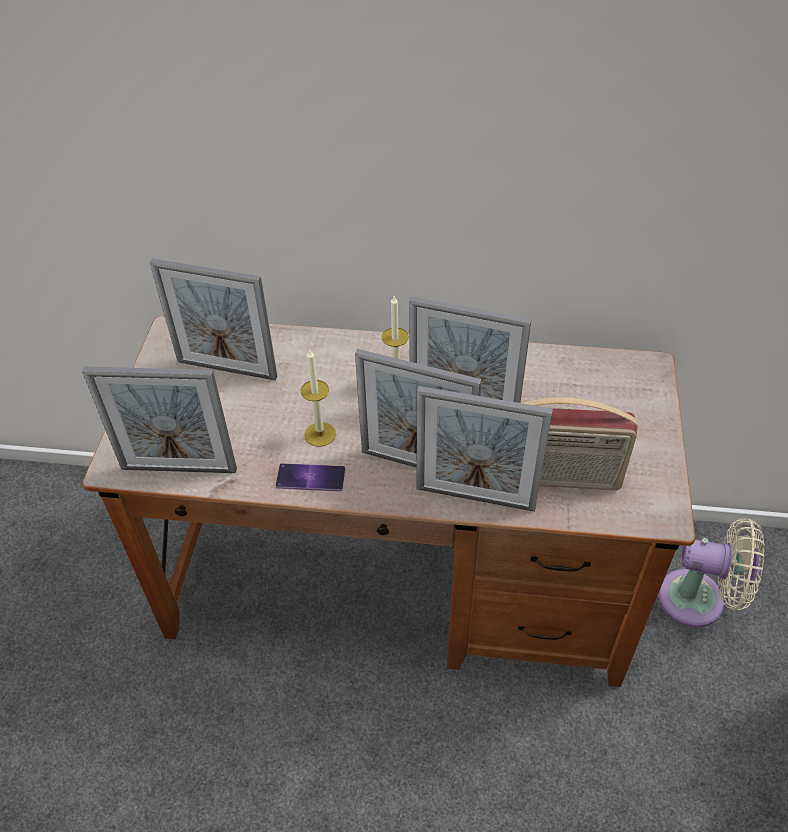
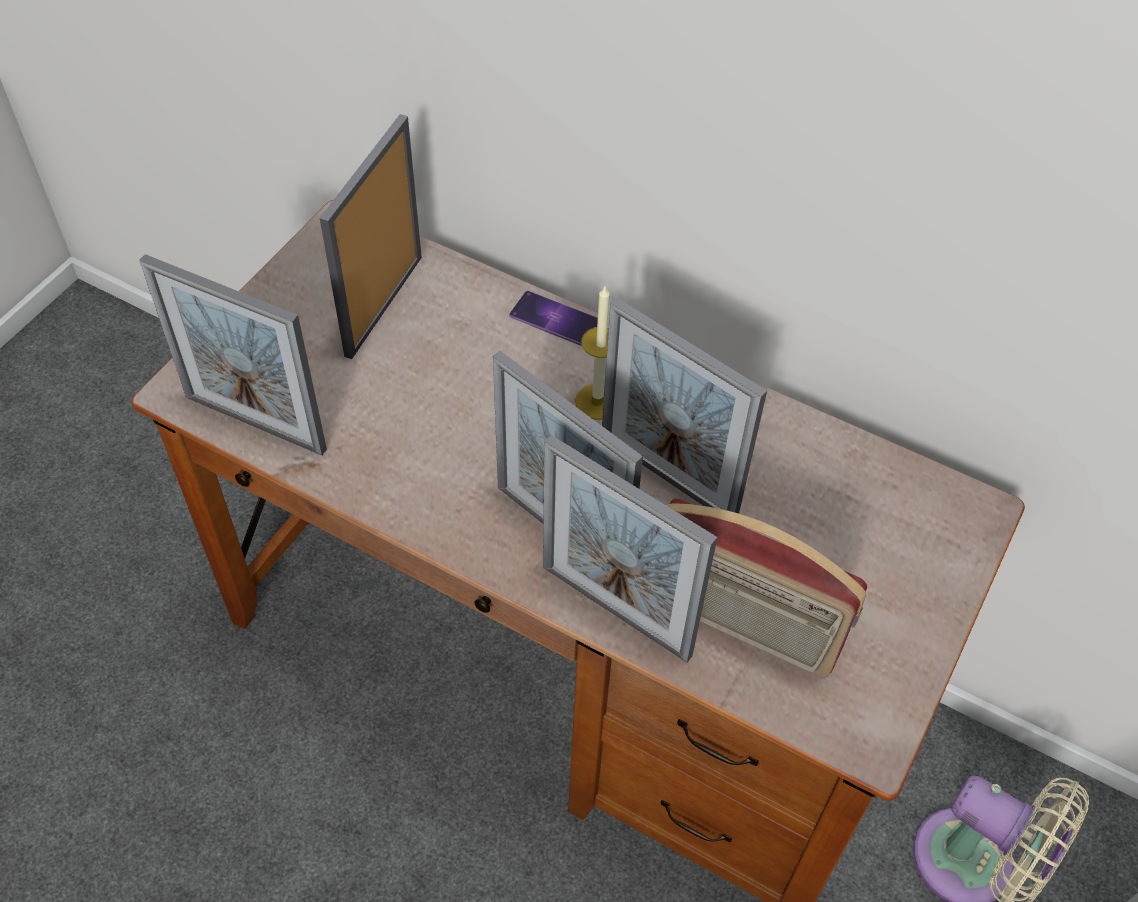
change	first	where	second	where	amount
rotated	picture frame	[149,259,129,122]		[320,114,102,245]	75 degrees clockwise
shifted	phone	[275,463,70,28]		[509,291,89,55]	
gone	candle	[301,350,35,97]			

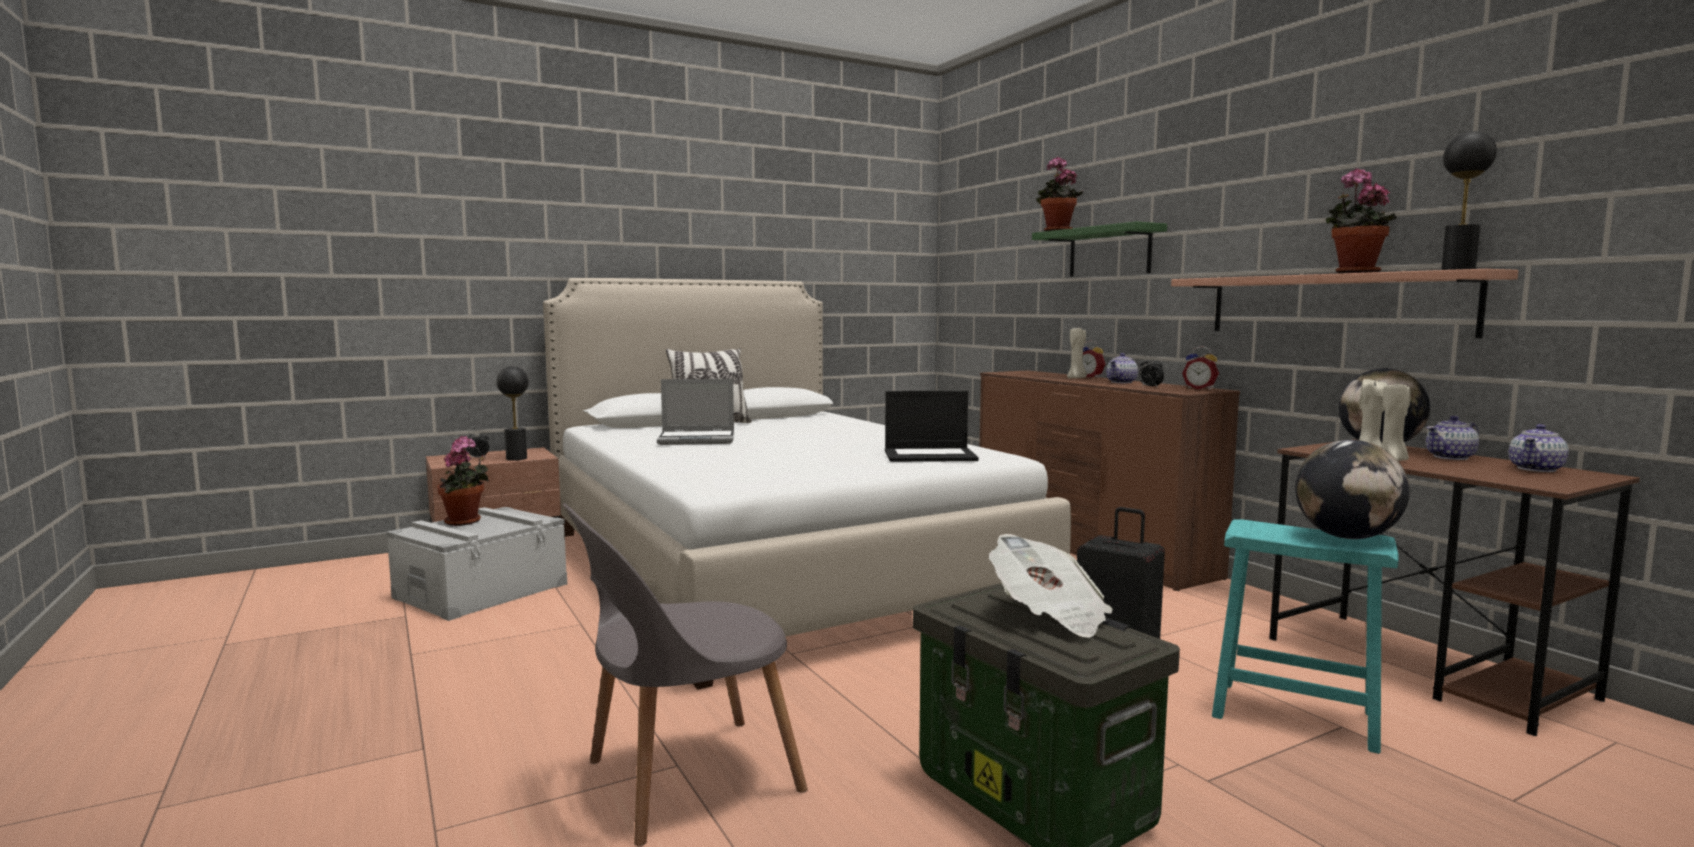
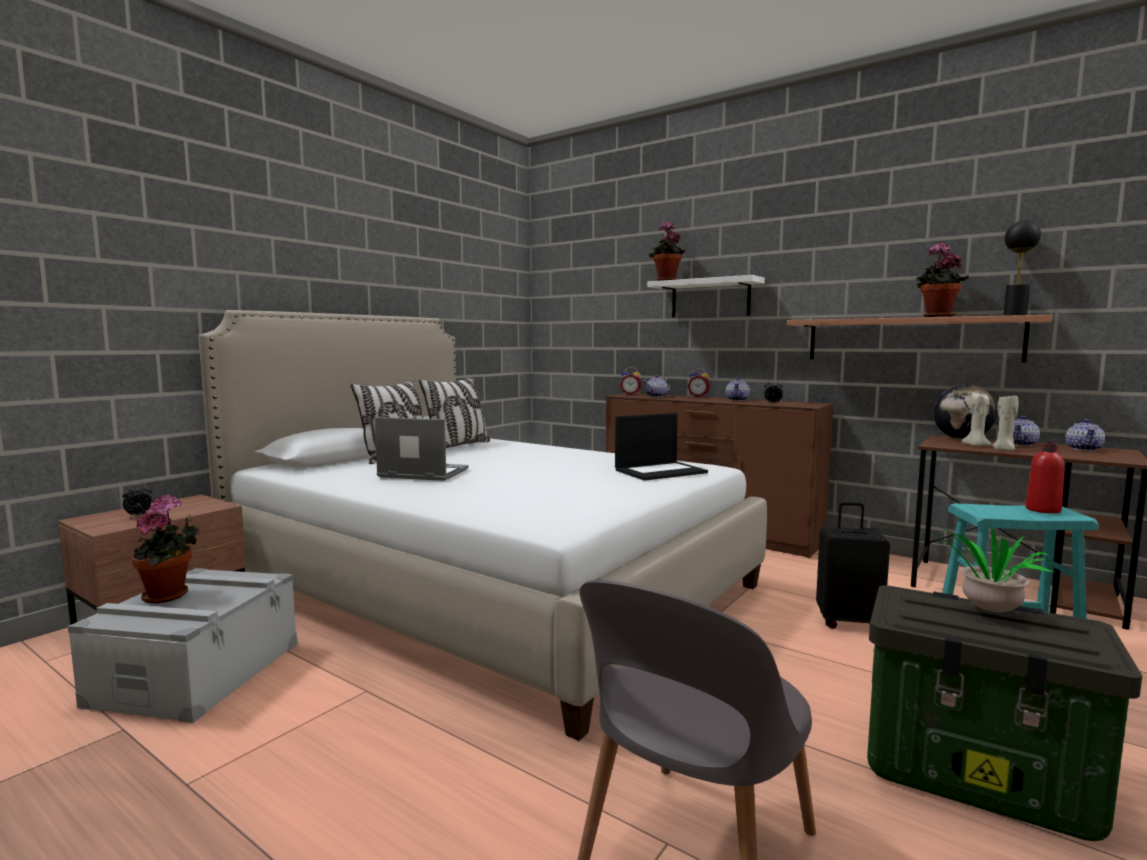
change	first	where	second	where	amount
rotated	laptop	[657,379,77,66]		[375,417,93,64]	135 degrees counterclockwise
new			pillow	[419,378,71,70]	
shifted	alarm clock	[1182,346,37,44]		[620,367,22,28]	
new			teapot	[643,375,28,22]	
repainted	green shelf	[1032,222,135,55]	white shelf	[647,275,118,42]	
swapped	newspaper	[989,534,124,104]	potted plant	[929,526,126,87]	
swapped	globe	[1295,440,115,99]	red bottle	[1025,442,39,72]	
gone	black table lamp	[496,366,33,95]			
gone	beige candle	[1067,328,20,50]			

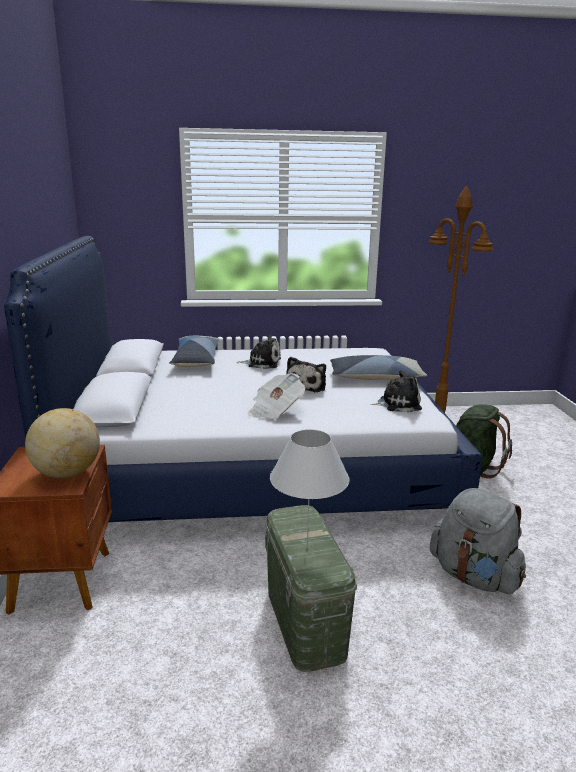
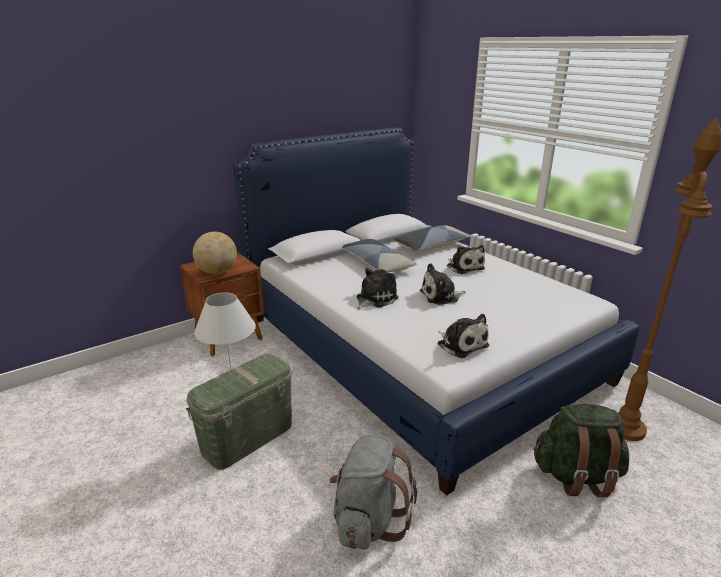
change	first	where	second	where	amount
shifted	pillow	[330,355,97,25]		[342,239,75,33]	
swapped	newspaper	[248,373,57,46]	plush toy	[357,268,42,42]	

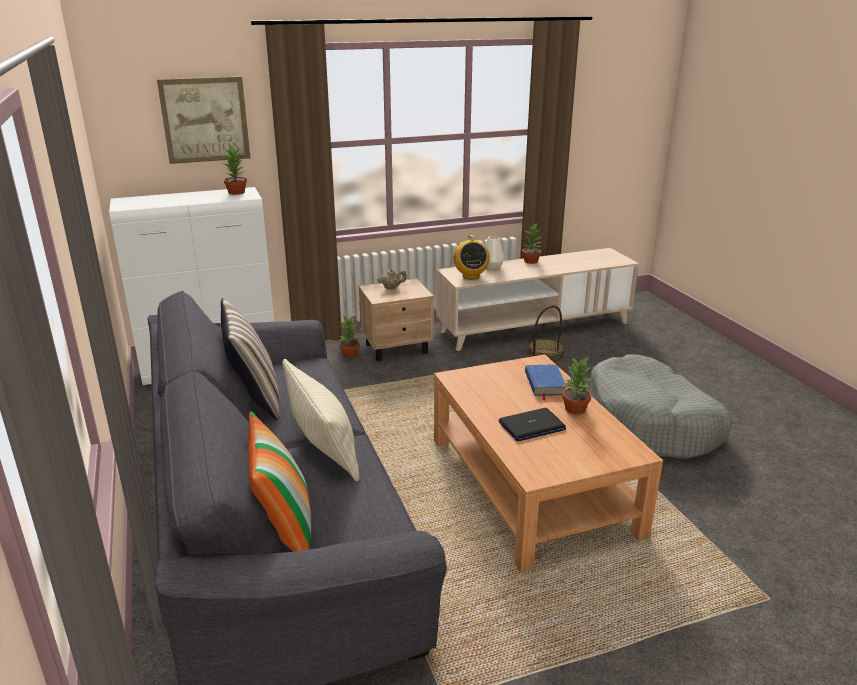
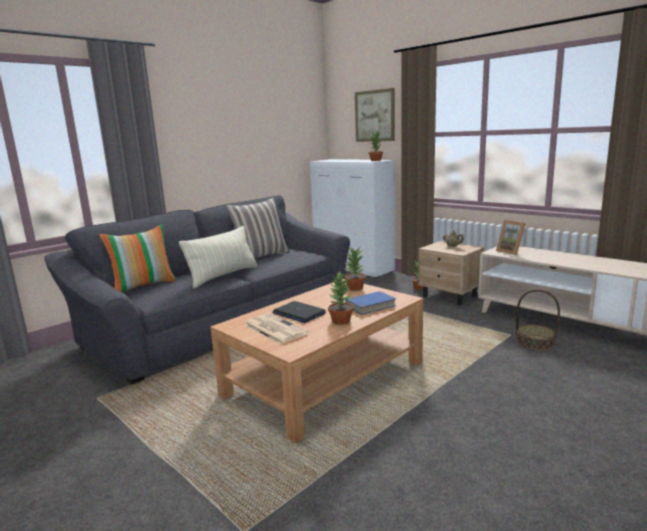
change	first	where	second	where	amount
new			newspaper	[244,313,65,32]	
shifted	potted plant	[522,223,19,41]		[345,247,21,43]	
swapped	radio	[454,235,36,45]	picture frame	[496,220,30,35]	
gone	white vase	[485,236,20,34]			
gone	grey dog bed	[590,354,142,105]			

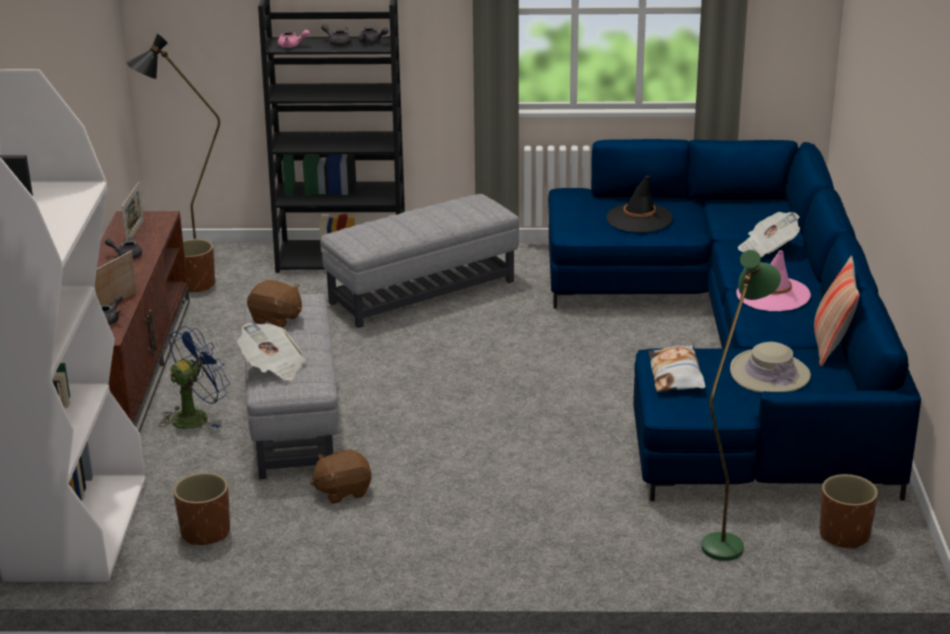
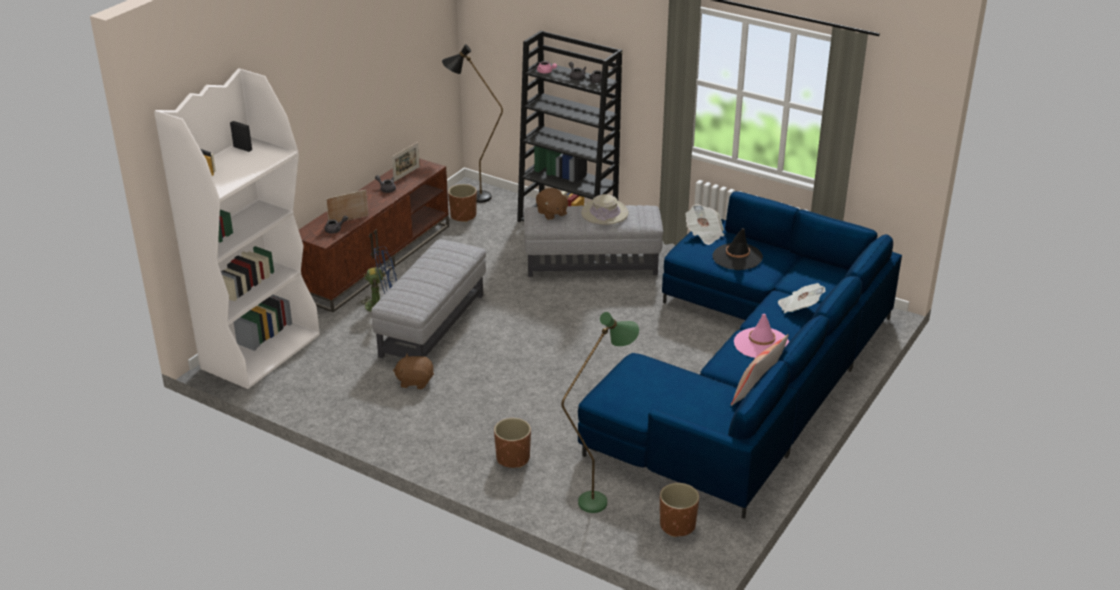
change	first	where	second	where	amount
shifted	brown planter	[173,472,57,74]		[494,418,37,50]	
shifted	brown plush toy	[247,280,55,48]		[536,188,33,32]	
shifted	beige hat	[730,342,81,51]		[581,194,48,31]	
shifted	newspaper	[237,323,69,58]		[685,204,39,41]	
gone	pillow	[648,345,58,47]			

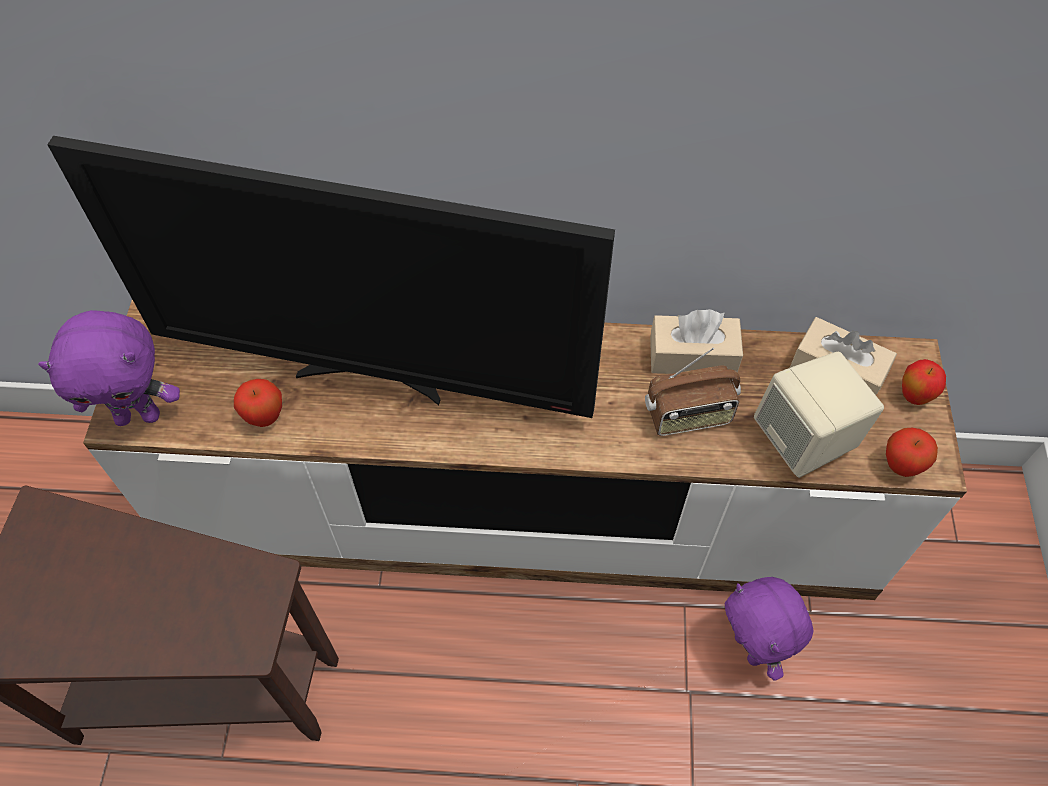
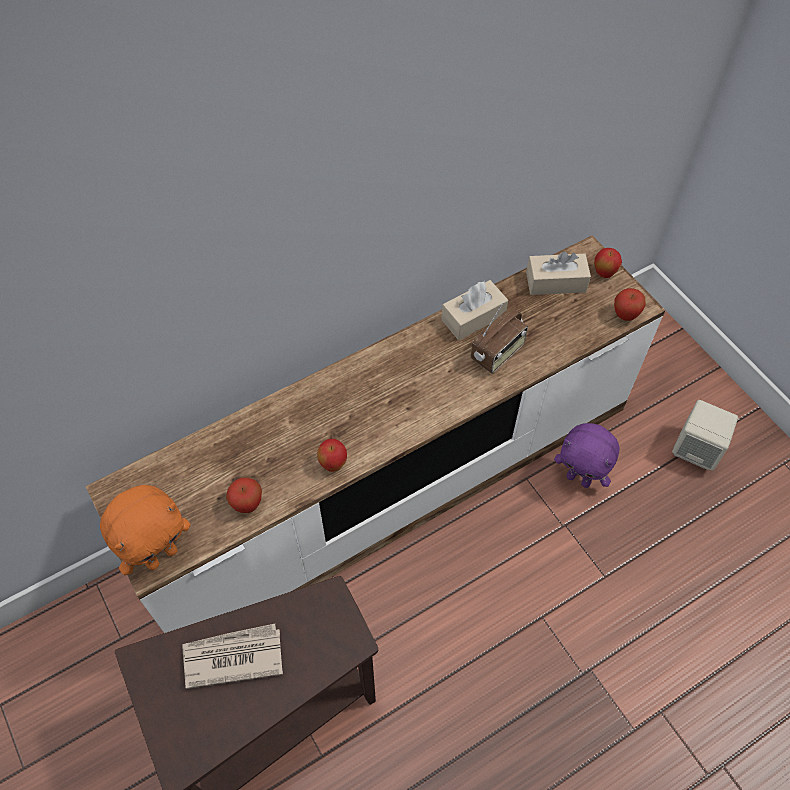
change	first	where	second	where	amount
repainted	purple plush toy	[38,310,142,116]	orange plush toy	[100,485,90,90]	
new			newspaper	[183,624,100,65]	
new			apple	[317,438,30,34]	
shifted	beige speaker	[754,351,130,127]		[672,400,66,71]	
gone	television	[47,136,568,282]			

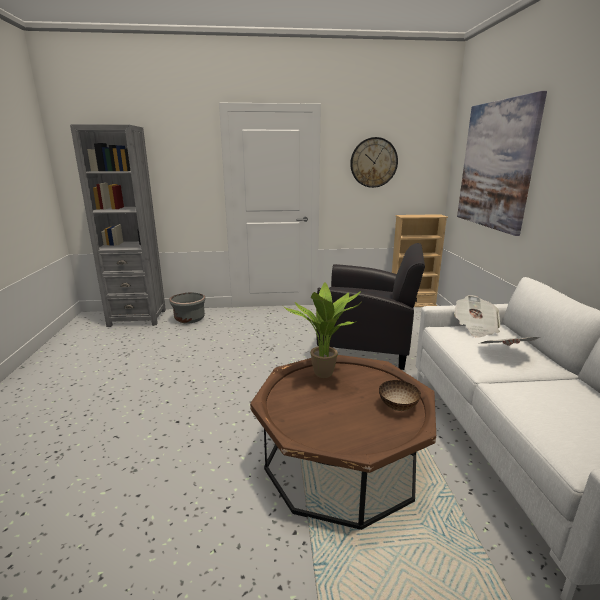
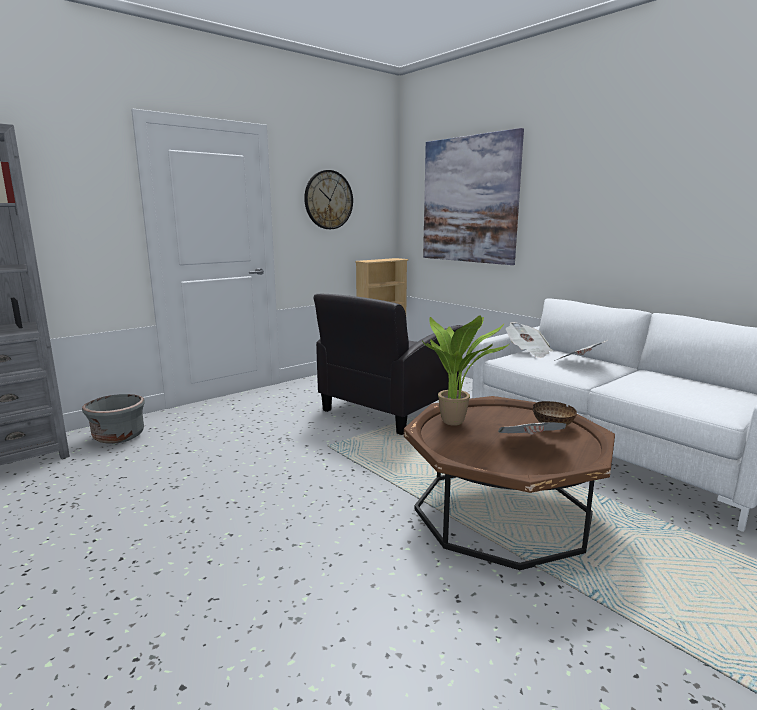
change	first	where	second	where	amount
rotated	black armchair	[316,243,109,127]		[314,294,149,141]	150 degrees clockwise
new			newspaper	[498,422,68,13]	

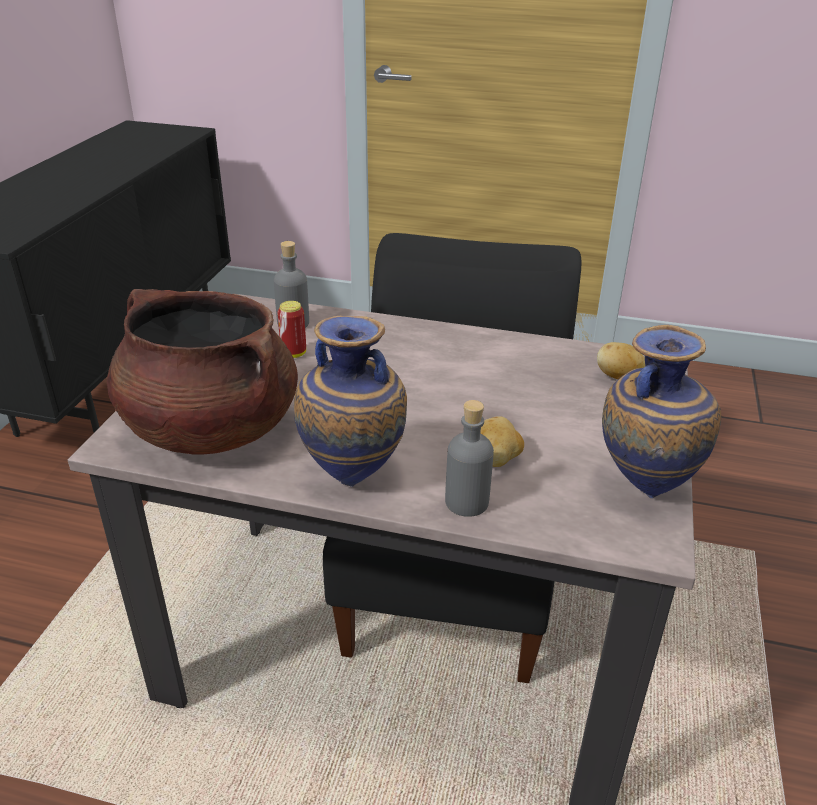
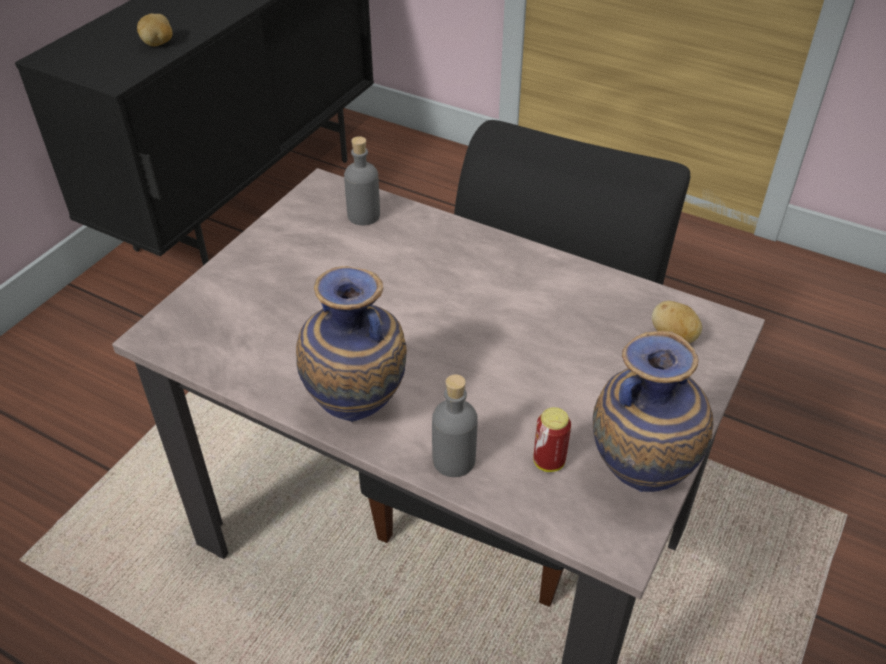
change	first	where	second	where	amount
shifted	potato	[480,416,44,51]		[137,13,36,33]	
shifted	can	[277,301,29,57]		[533,407,38,65]	
gone	brown cooking pot	[107,289,191,166]			

